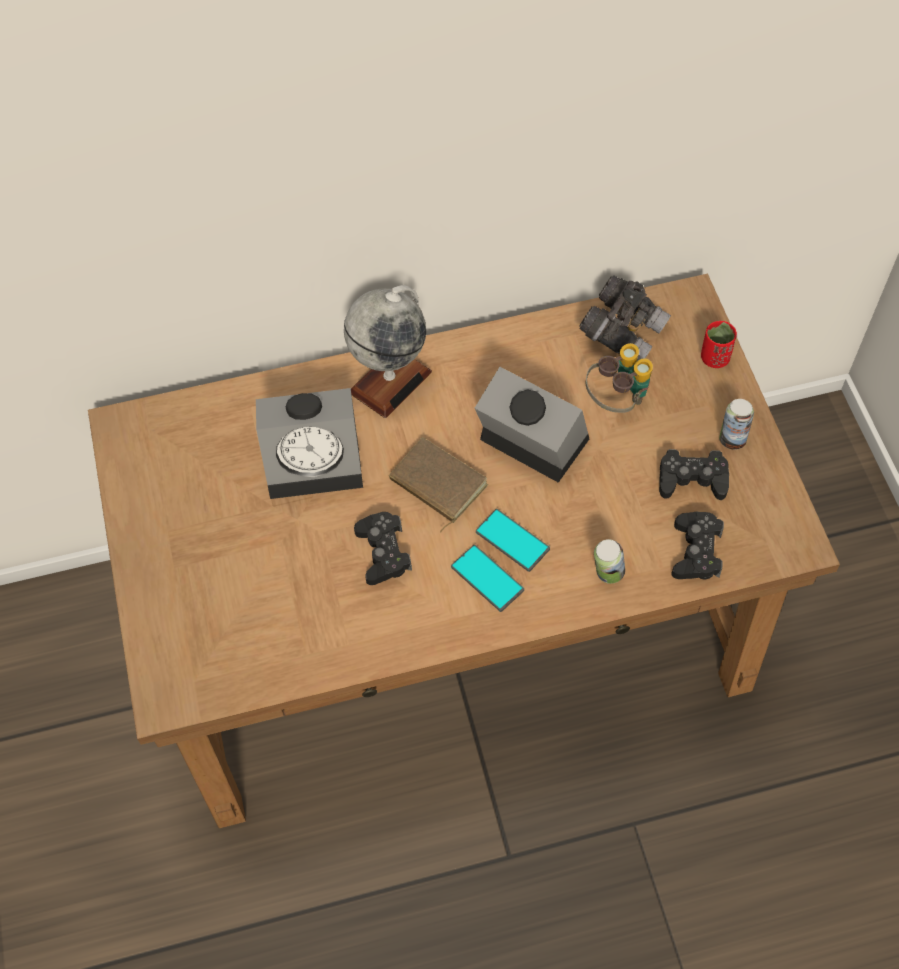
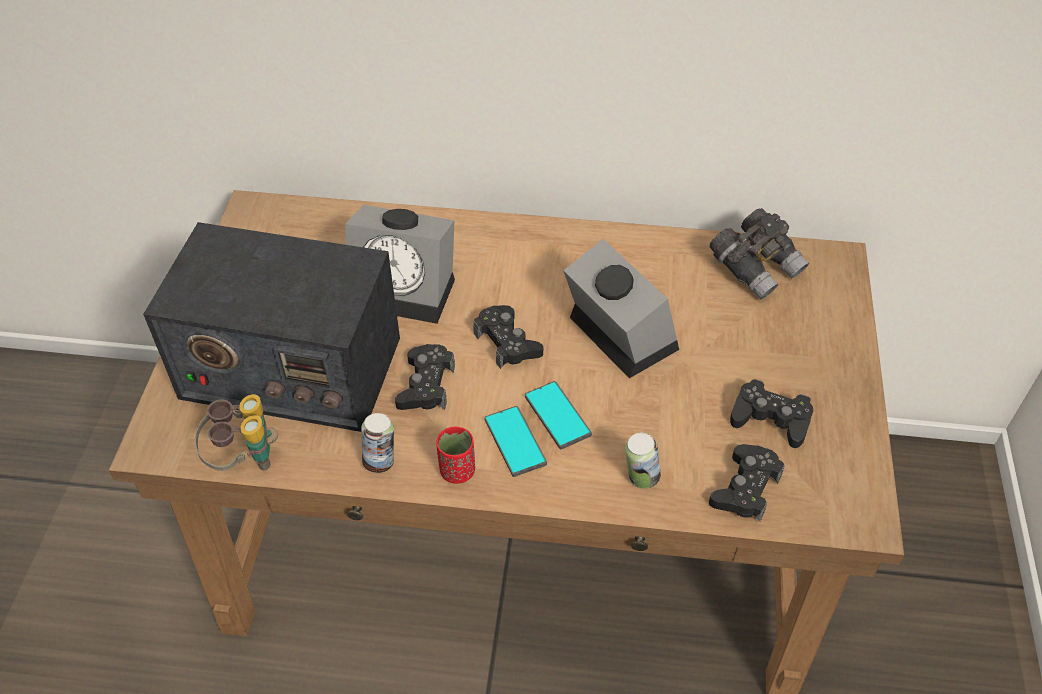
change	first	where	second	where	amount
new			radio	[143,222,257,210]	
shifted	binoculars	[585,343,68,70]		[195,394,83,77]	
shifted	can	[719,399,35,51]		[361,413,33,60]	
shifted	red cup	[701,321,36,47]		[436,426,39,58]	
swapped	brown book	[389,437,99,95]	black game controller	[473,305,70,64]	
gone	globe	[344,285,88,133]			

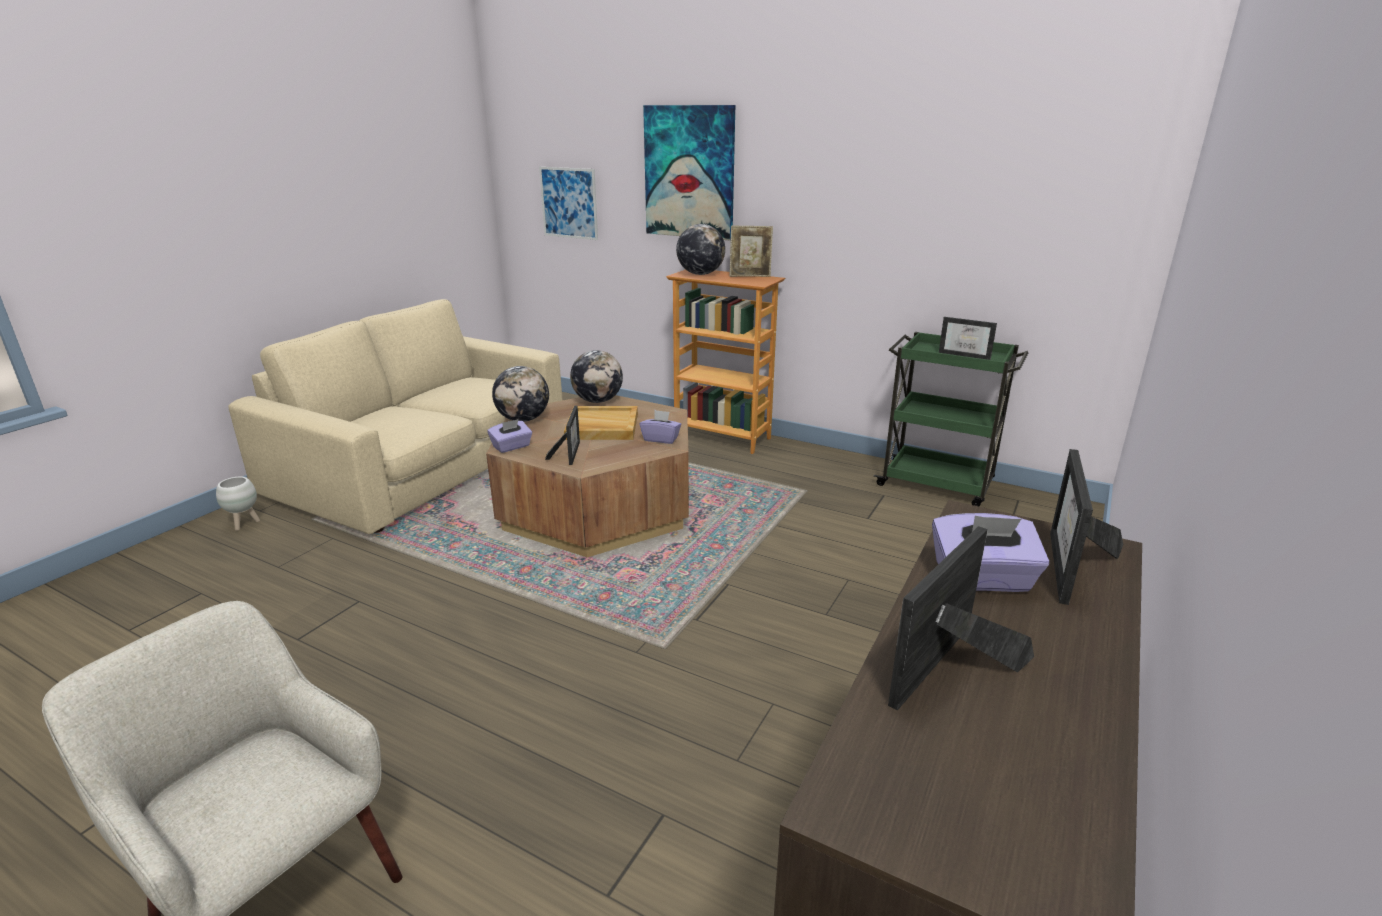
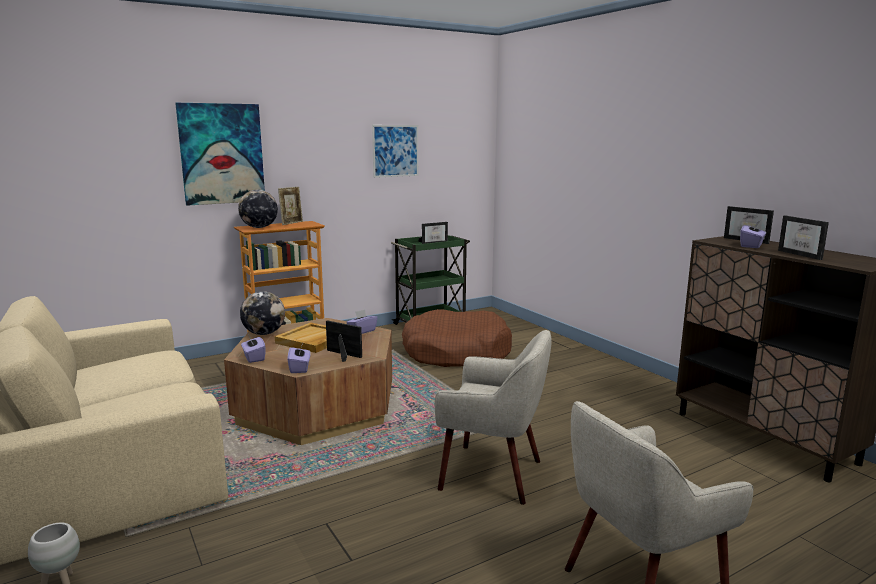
change	first	where	second	where	amount
swapped	globe	[492,366,57,56]	purple tissue box	[241,334,25,29]	
shifted	picture	[539,167,59,73]		[372,125,46,53]	
new			brown dog bed	[402,309,110,58]	
new			beige armchair	[434,330,118,175]	

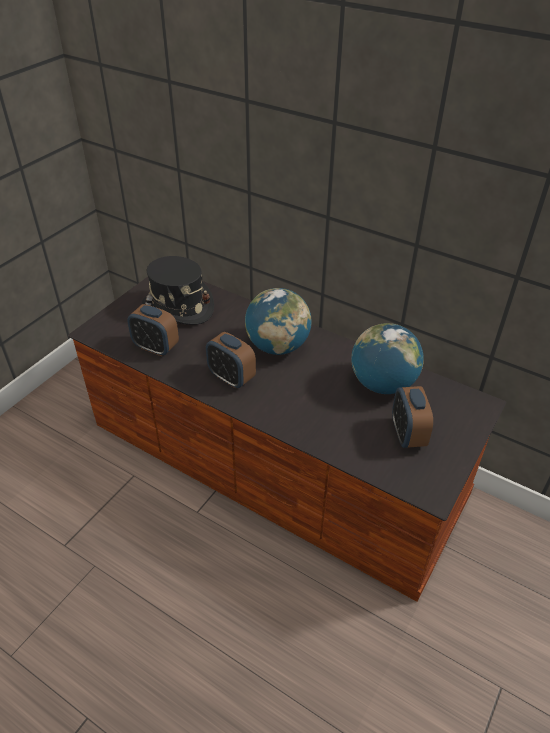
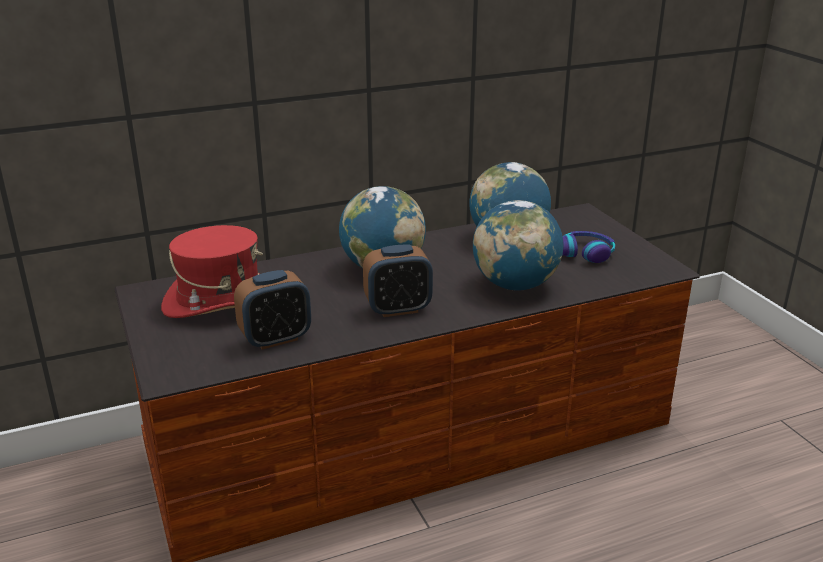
change	first	where	second	where	amount
repainted	black hat	[142,256,72,69]	red hat	[161,225,102,93]	
new			globe	[473,200,90,91]	
swapped	alarm clock	[392,386,41,62]	headphones	[562,231,53,32]	

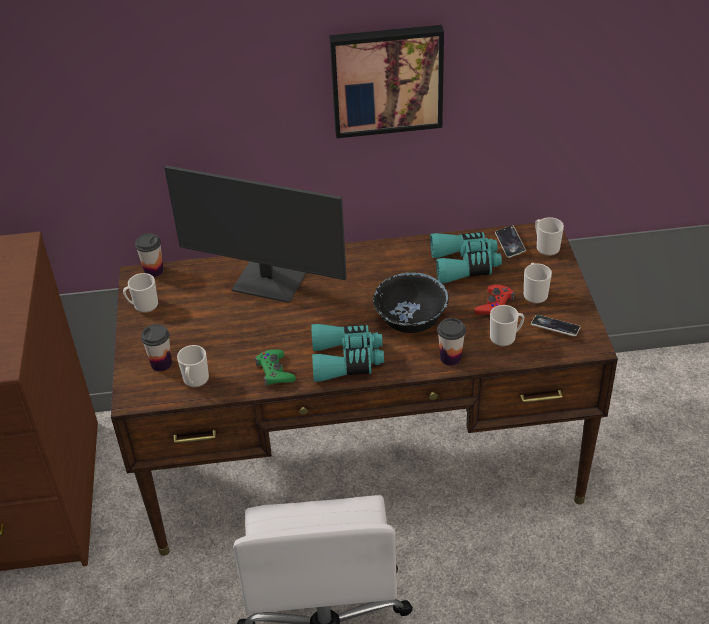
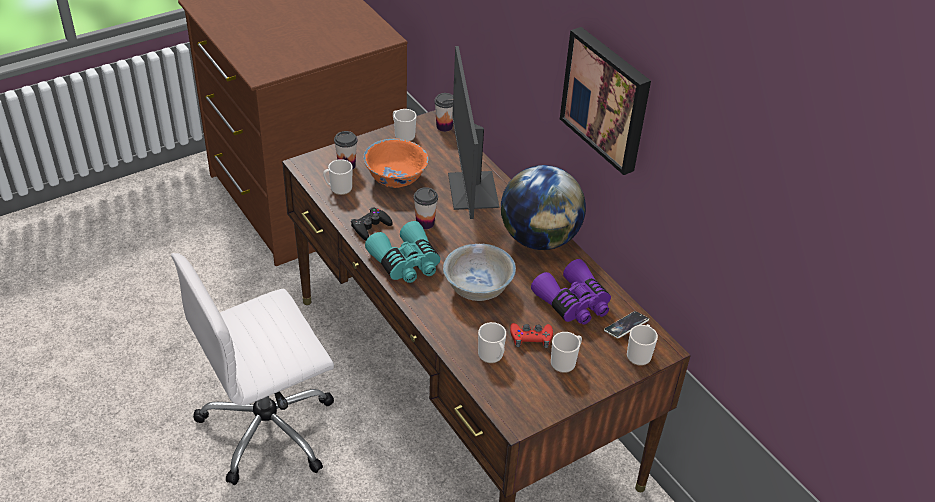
change	first	where	second	where	amount
repainted	green game controller	[255,349,41,37]	black game controller	[351,207,42,34]	
new			orange bowl	[363,138,66,50]	
shifted	cup	[437,318,29,48]		[413,187,25,42]	
repainted	black bowl	[373,273,76,60]	white bowl	[443,244,73,57]	
new			globe	[501,165,85,85]	
repainted	turquoise binoculars	[430,232,72,51]	purple binoculars	[531,259,80,66]	
gone	phone	[531,315,50,21]			

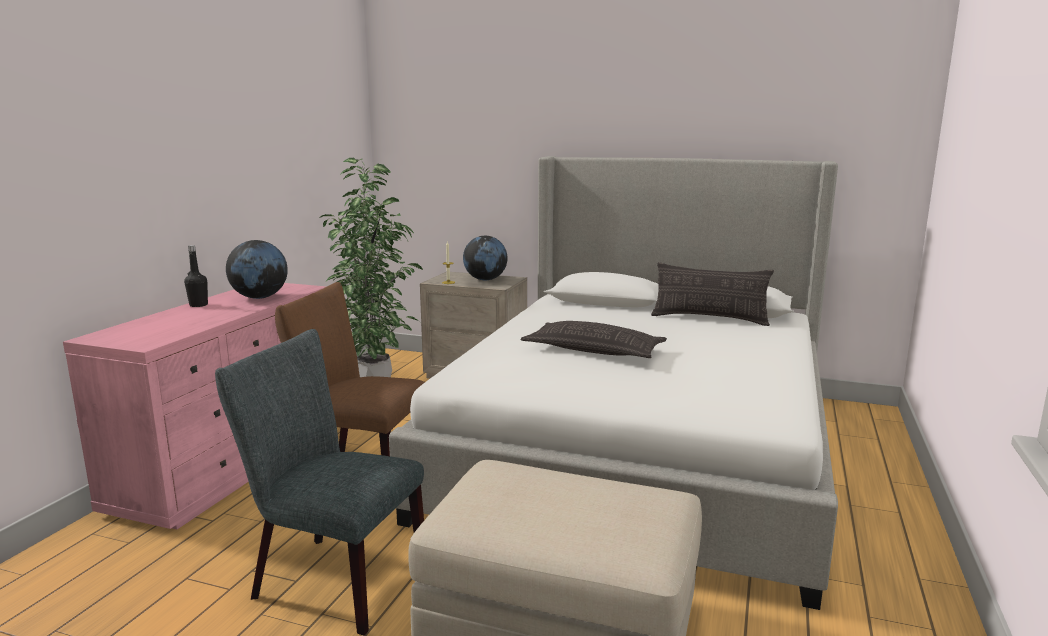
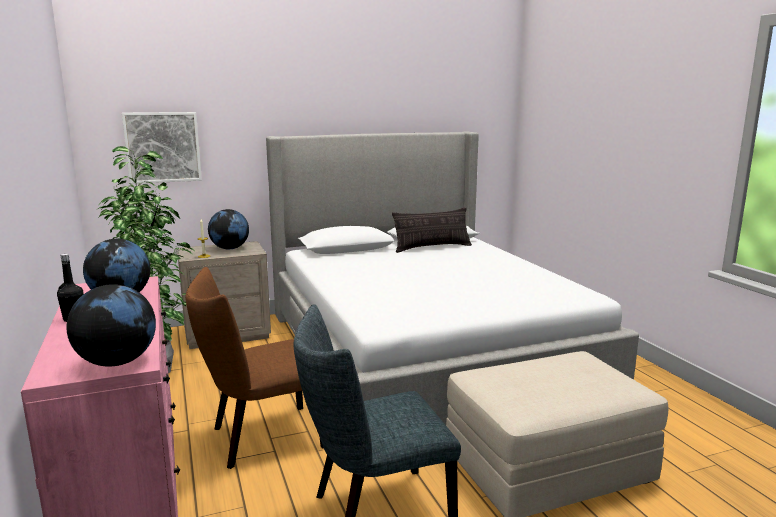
change	first	where	second	where	amount
new			globe	[66,284,90,83]	
new			picture	[122,112,80,72]	
gone	pillow	[520,321,147,37]			

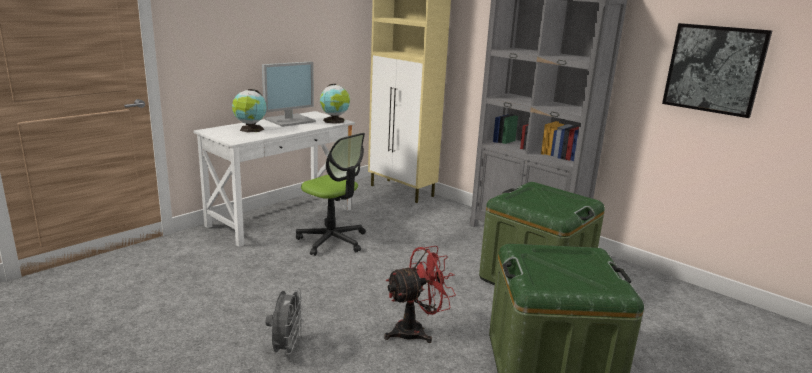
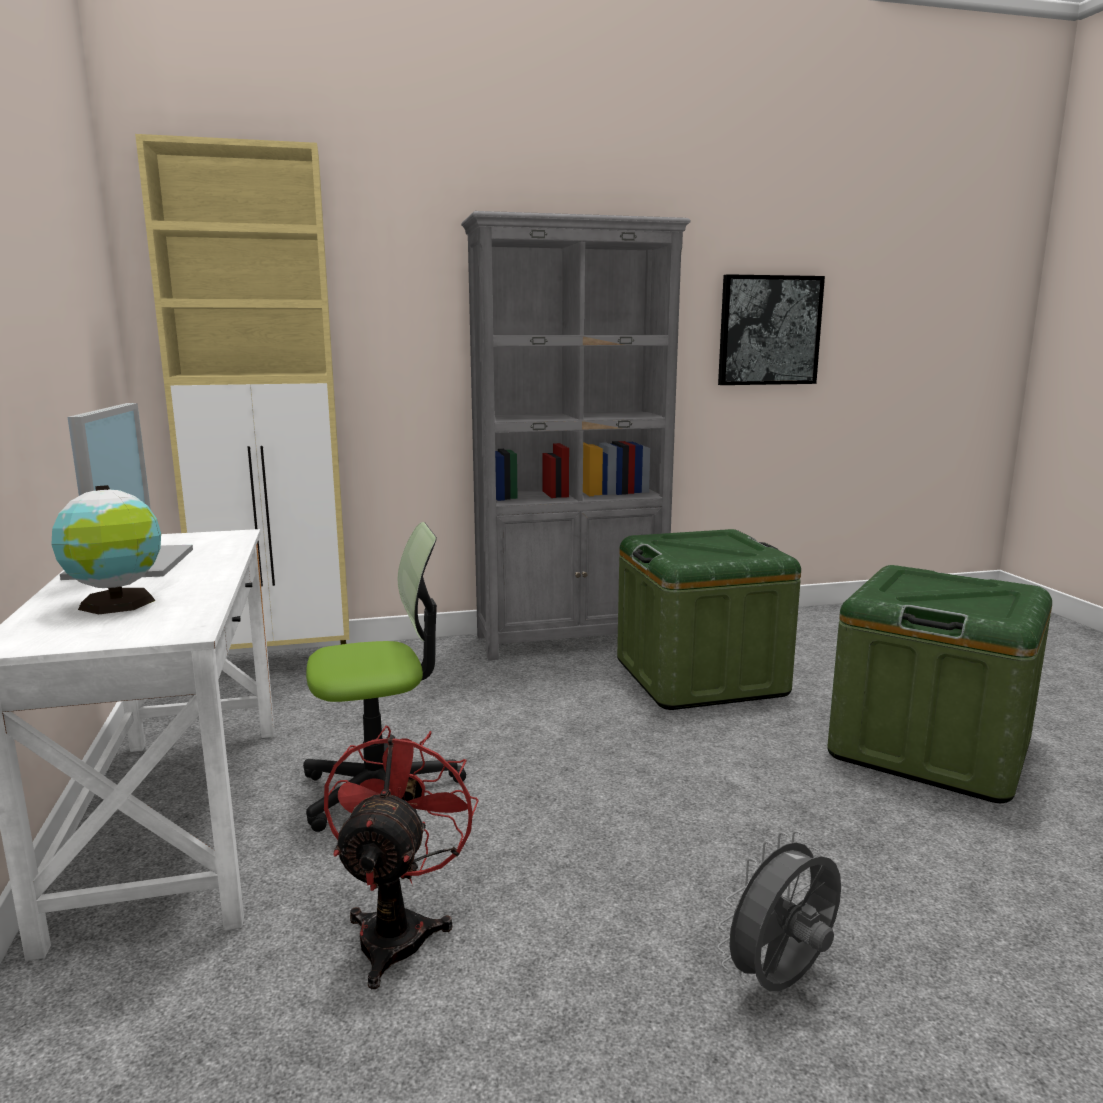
change	first	where	second	where	amount
shifted	red fan	[384,246,72,97]		[324,726,155,263]	
rotated	grey fan	[265,287,39,71]		[717,831,124,160]	75 degrees counterclockwise
gone	globe	[320,84,30,40]			

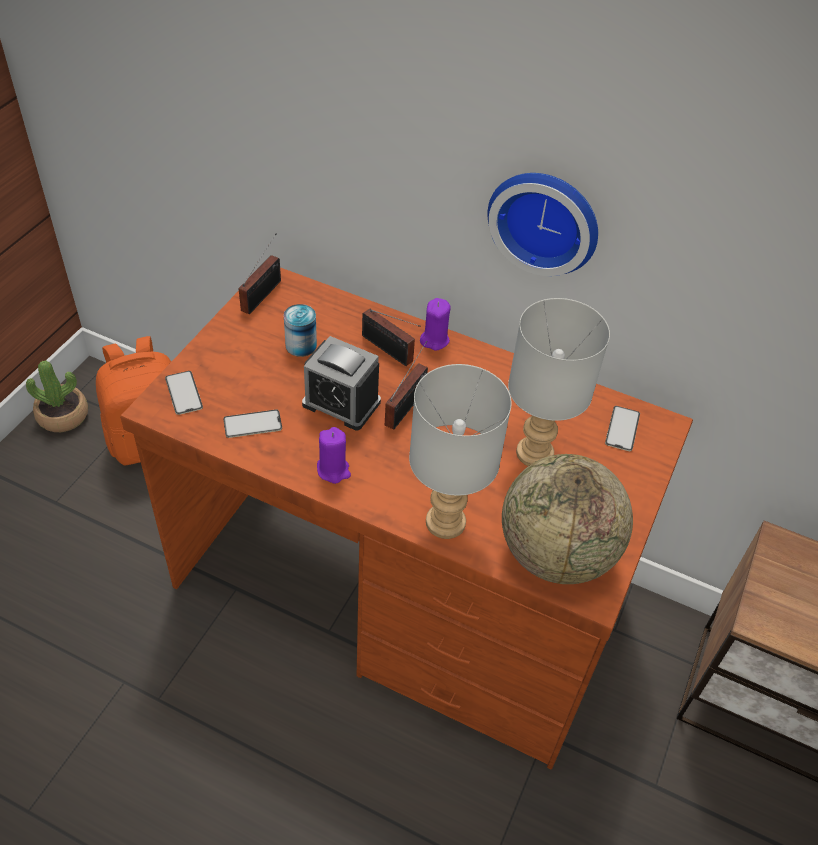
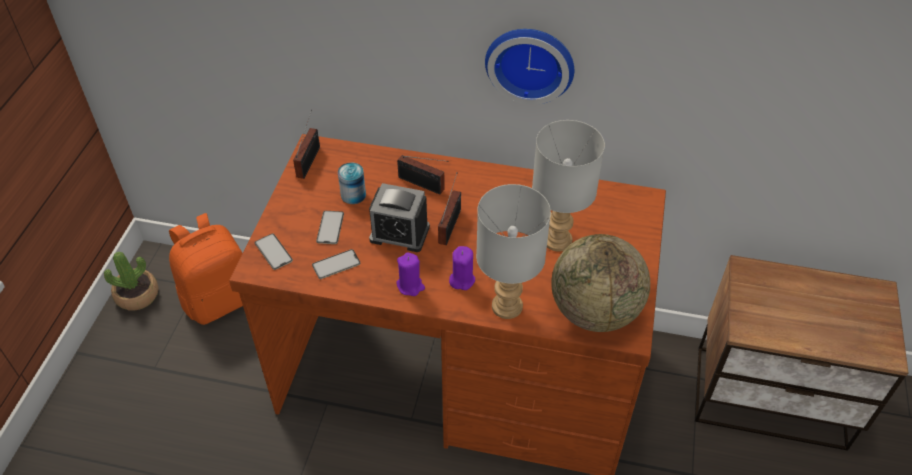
change	first	where	second	where	amount
shifted	phone	[605,406,35,45]		[316,211,28,33]	
shifted	purple candle	[420,298,31,53]		[449,246,26,44]	

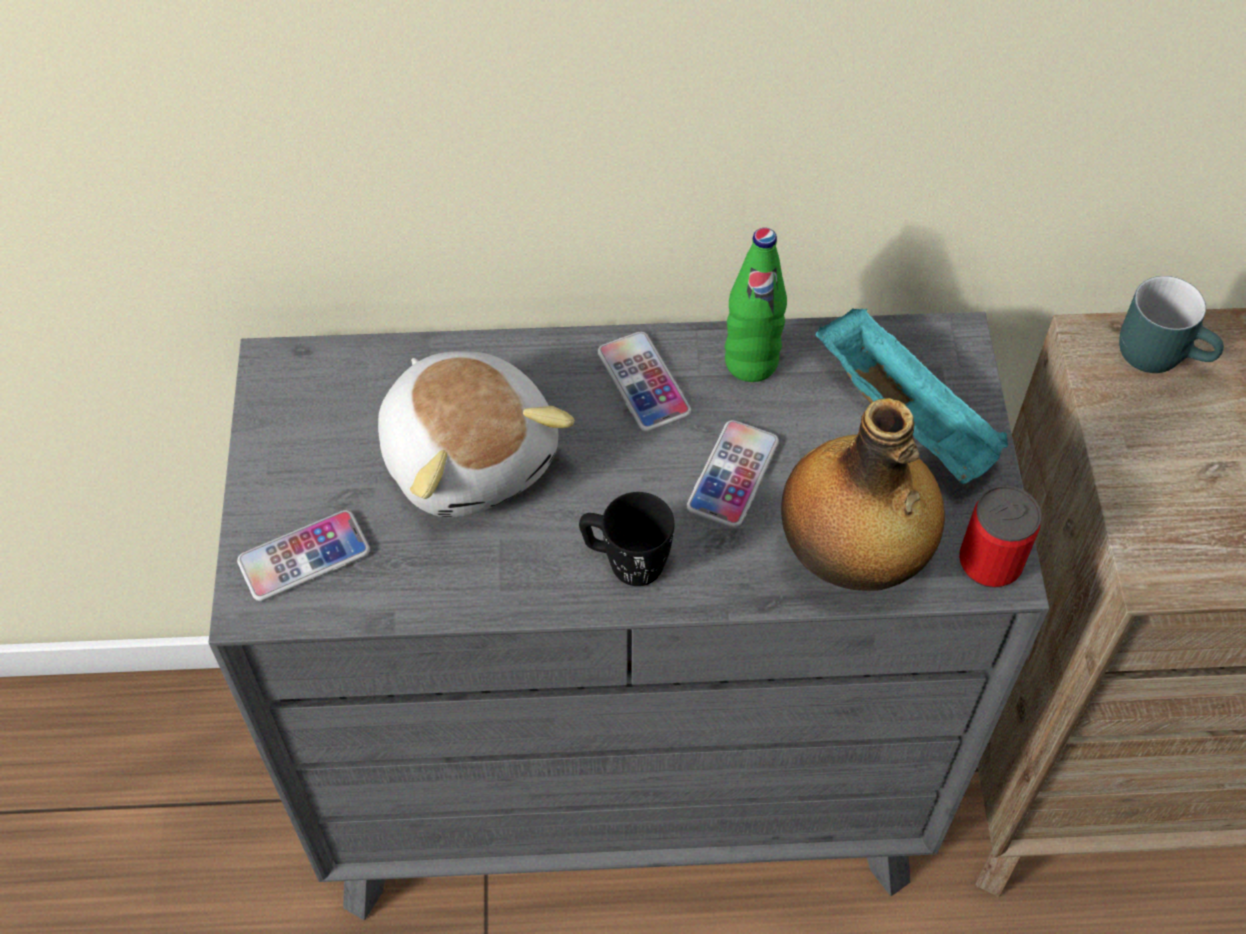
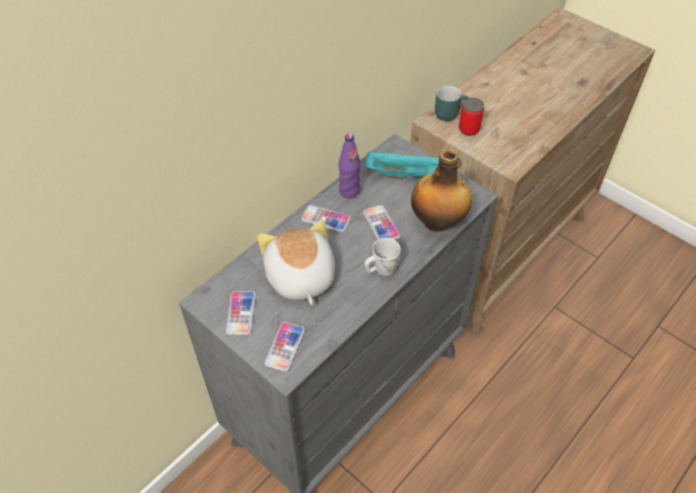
change	first	where	second	where	amount
new			phone	[226,291,29,44]	
rotated	plush toy	[378,351,197,166]		[257,220,78,85]	120 degrees counterclockwise
repainted	green bottle	[725,228,62,154]	purple bottle	[339,134,22,64]	
repainted	black mug	[579,492,95,94]	white mug	[364,238,37,38]	
shifted	can	[959,485,82,103]		[459,98,25,38]	

